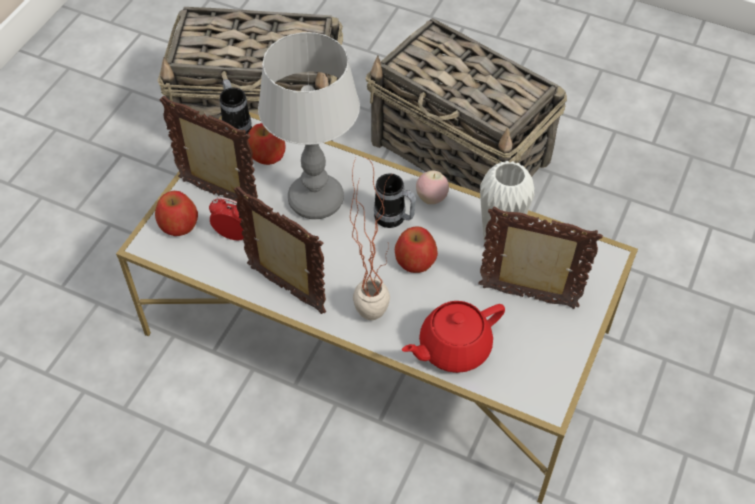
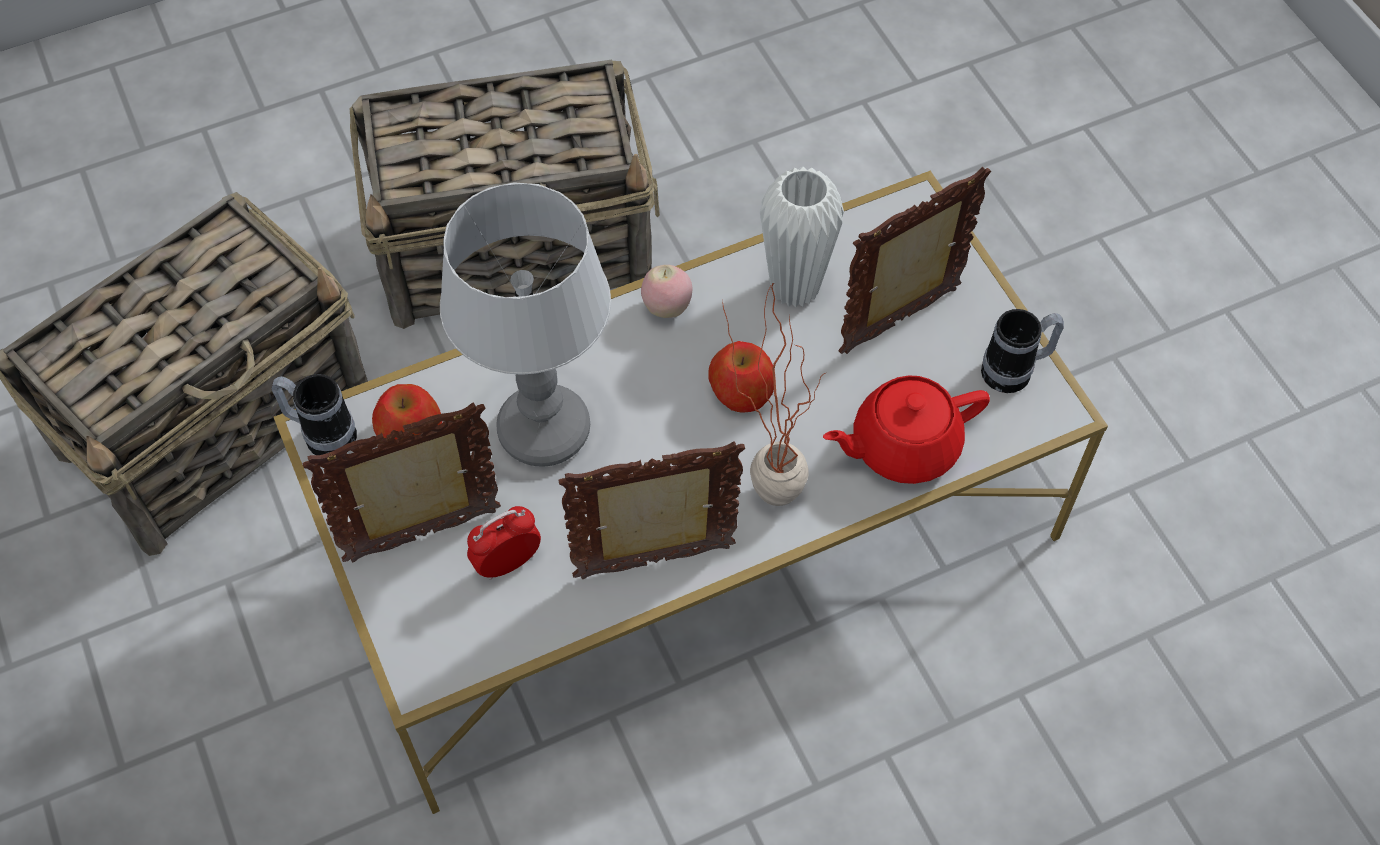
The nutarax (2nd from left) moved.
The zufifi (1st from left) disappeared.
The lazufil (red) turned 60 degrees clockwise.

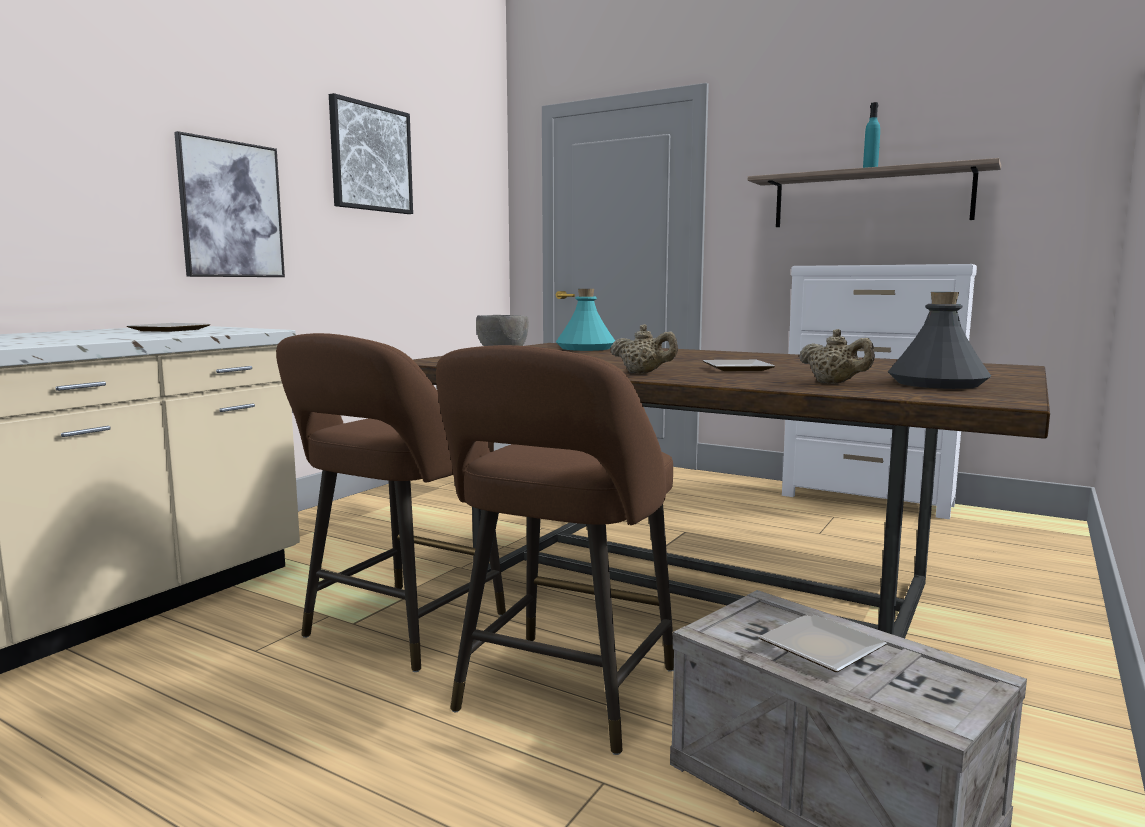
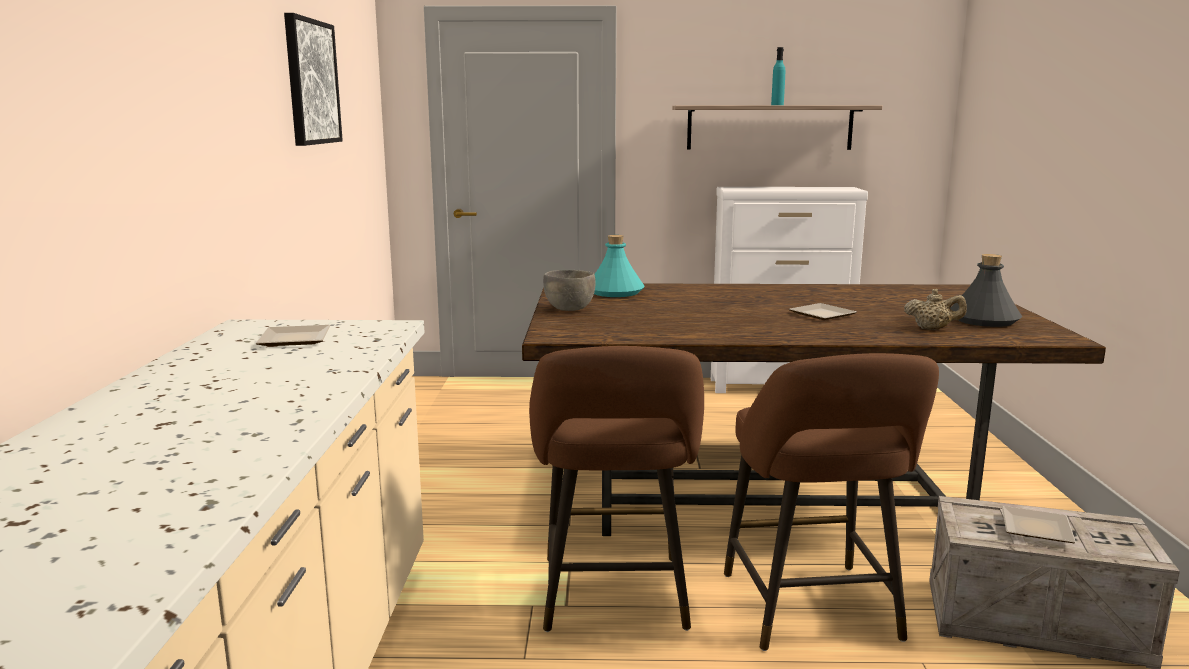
The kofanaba (1st from left) disappeared.
The lazufil (beige) (1st from left) disappeared.

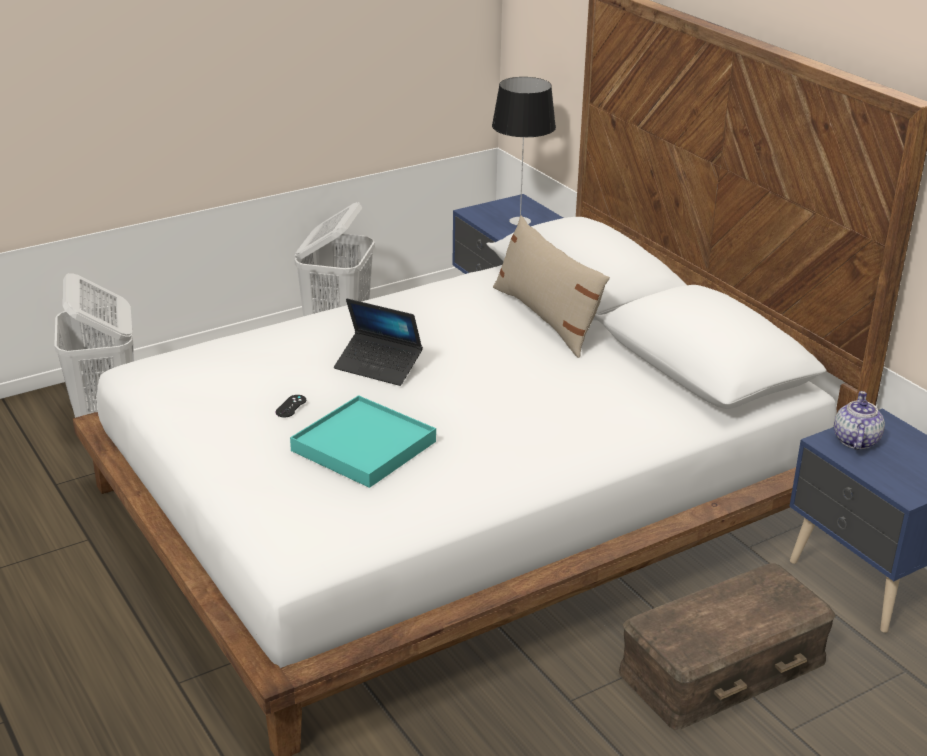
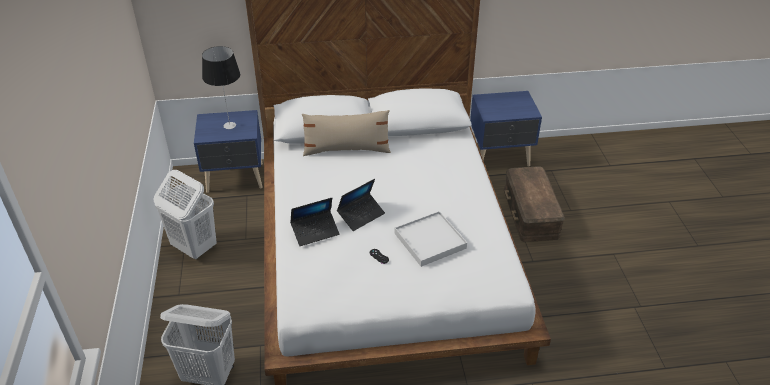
The lazufil disappeared.
The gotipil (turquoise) became the gotipil (white).
The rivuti (1st from left) appeared.

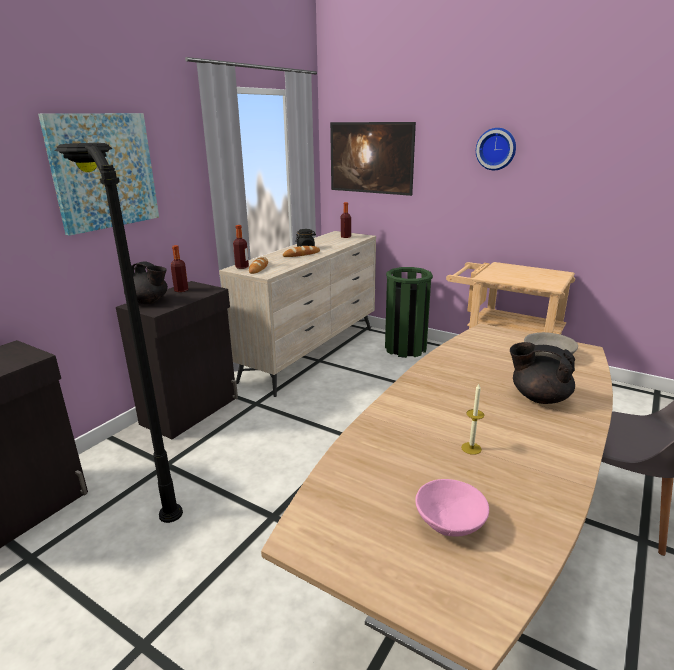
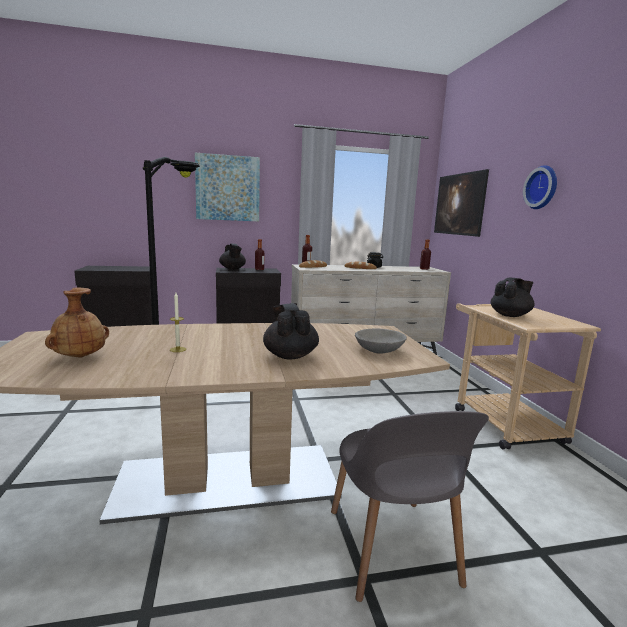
The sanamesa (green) disappeared.
The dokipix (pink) was replaced by the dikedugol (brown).
The lazufil (black) (3rd from left) appeared.

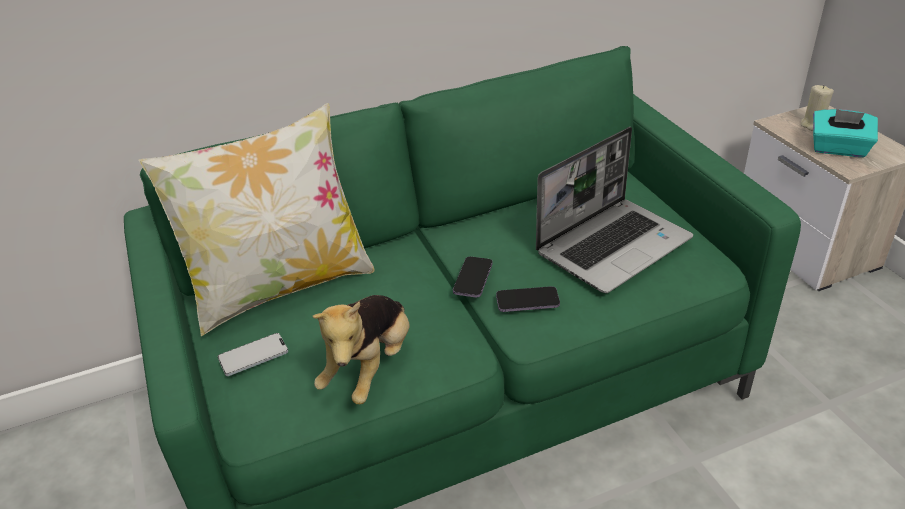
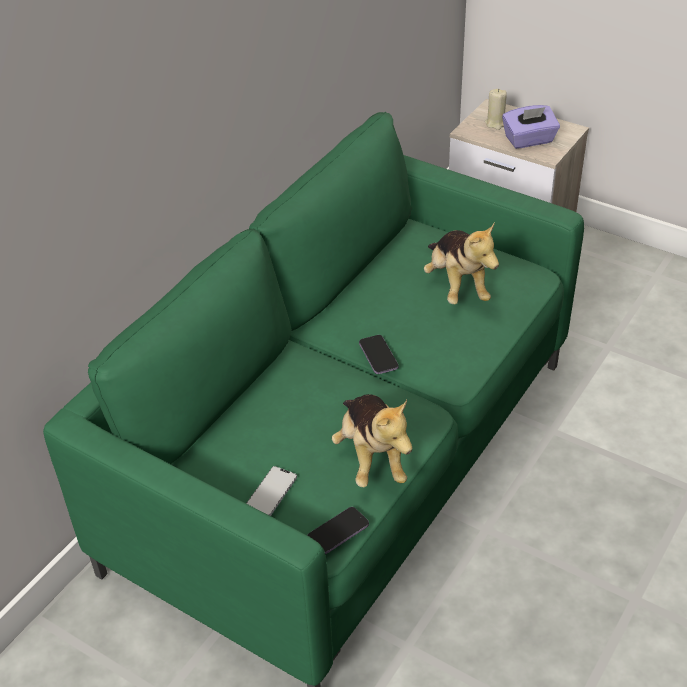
The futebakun disappeared.
The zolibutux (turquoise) became the zolibutux (purple).
The rivuti was replaced by the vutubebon (2nd from left).
The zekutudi (3rd from left in the first image) moved.

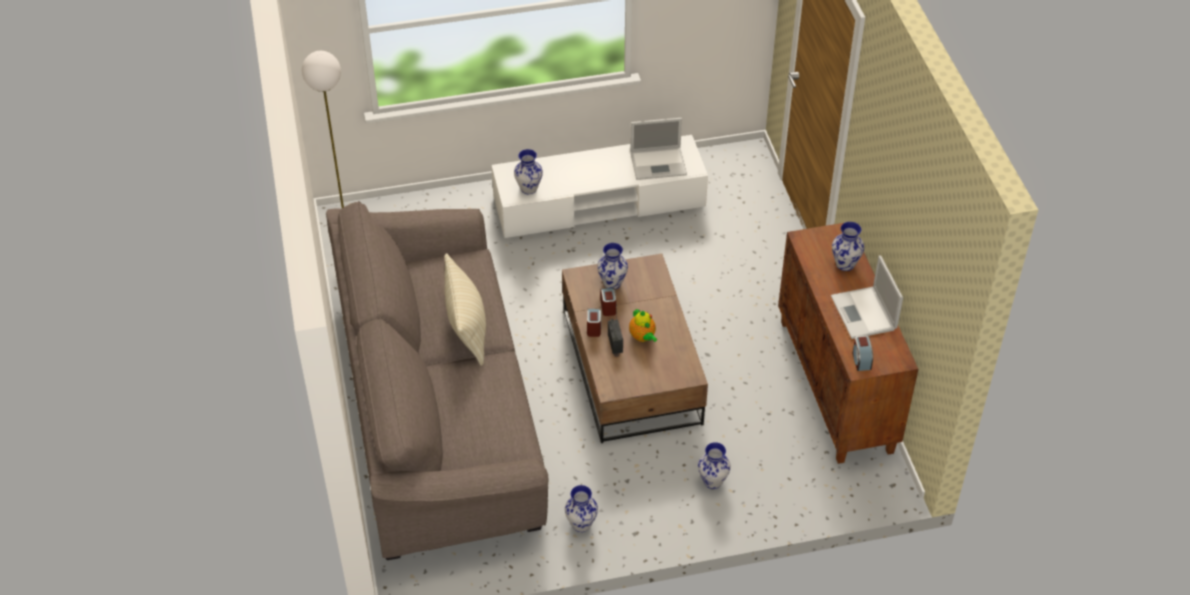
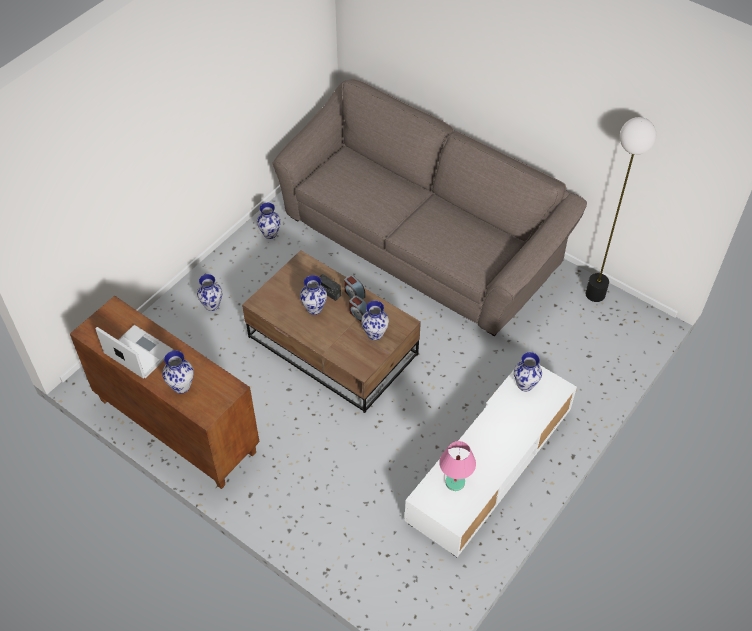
The rivuti (1st from left) was replaced by the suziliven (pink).
The futebakun (beige) disappeared.
The lazufil was replaced by the dikedugol (4th from left).
The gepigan (3rd from left) disappeared.

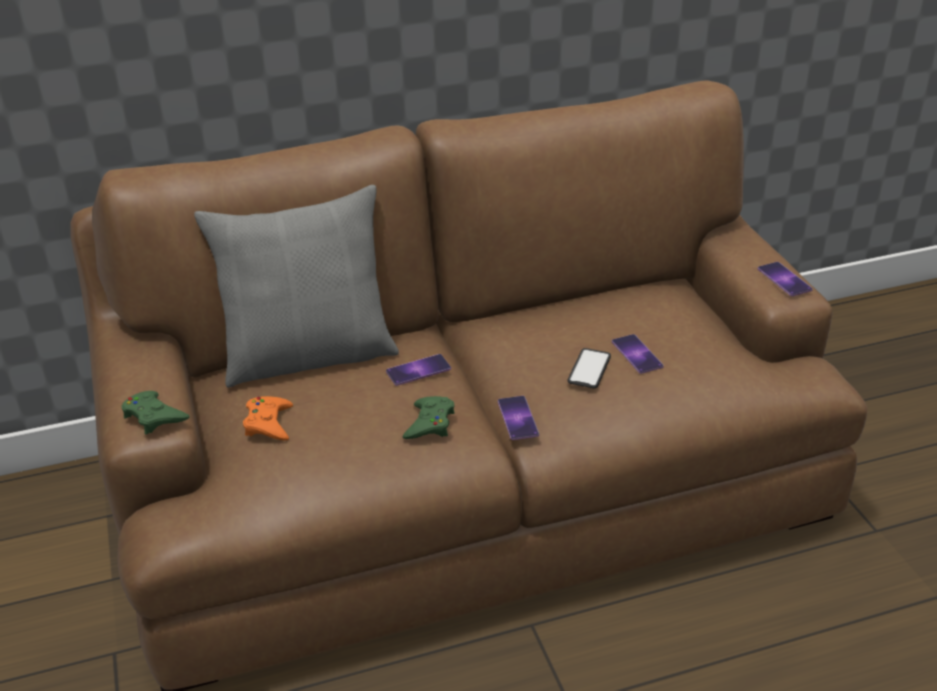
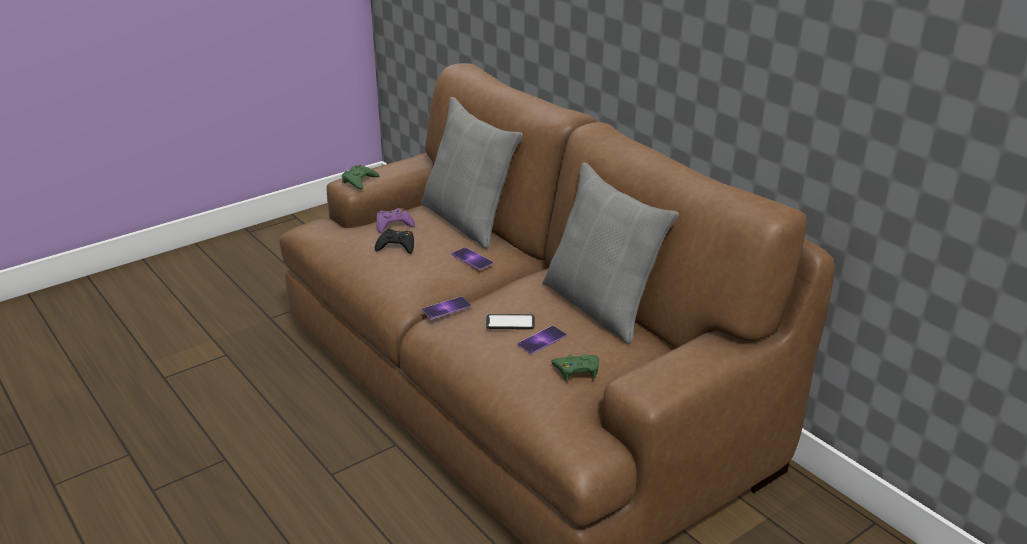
The zekutudi (5th from left) disappeared.
The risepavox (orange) became the risepavox (purple).
The risepavox (green) (2nd from left) moved.
The futebakun (grey) (2nd from left) appeared.
The risepavox (black) appeared.

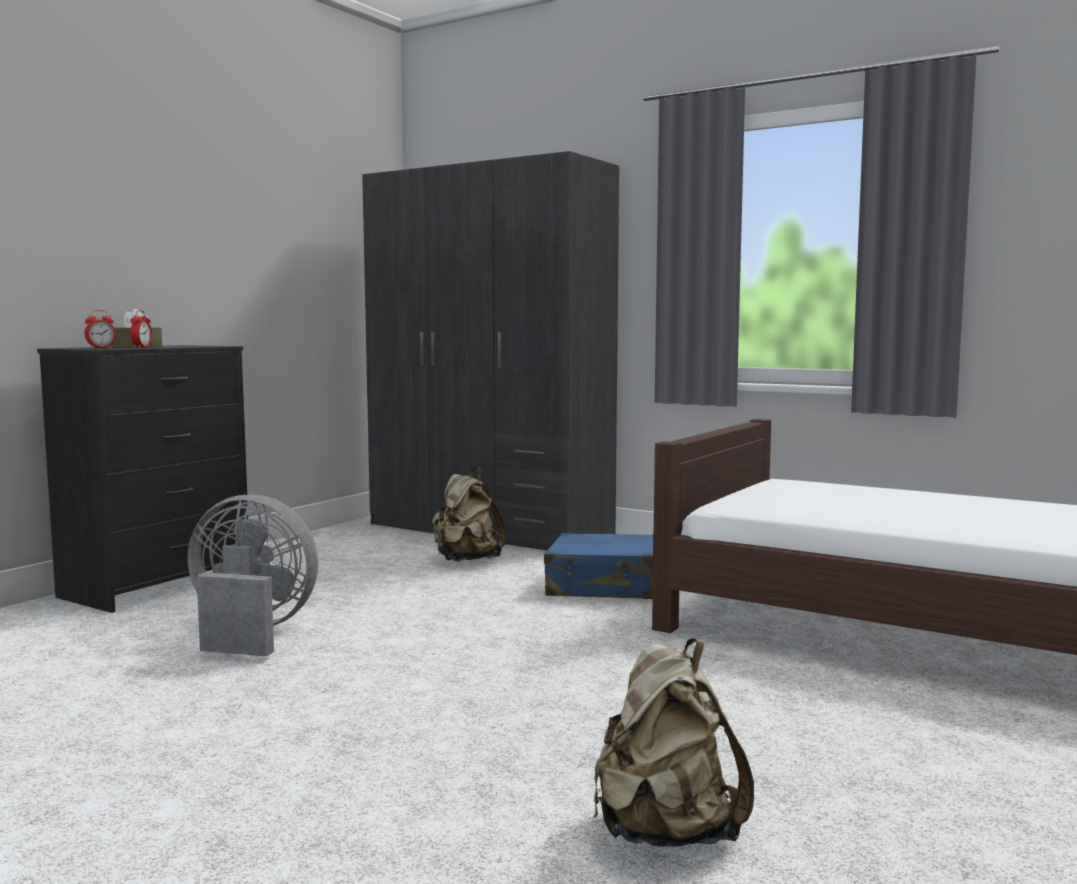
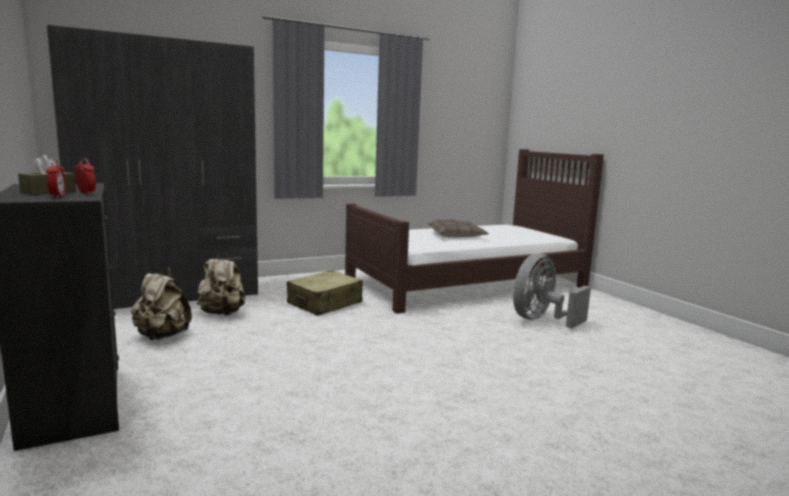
The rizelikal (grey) moved.
The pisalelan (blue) became the pisalelan (beige).
The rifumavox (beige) (2nd from left in the first image) moved.
The futebakun appeared.

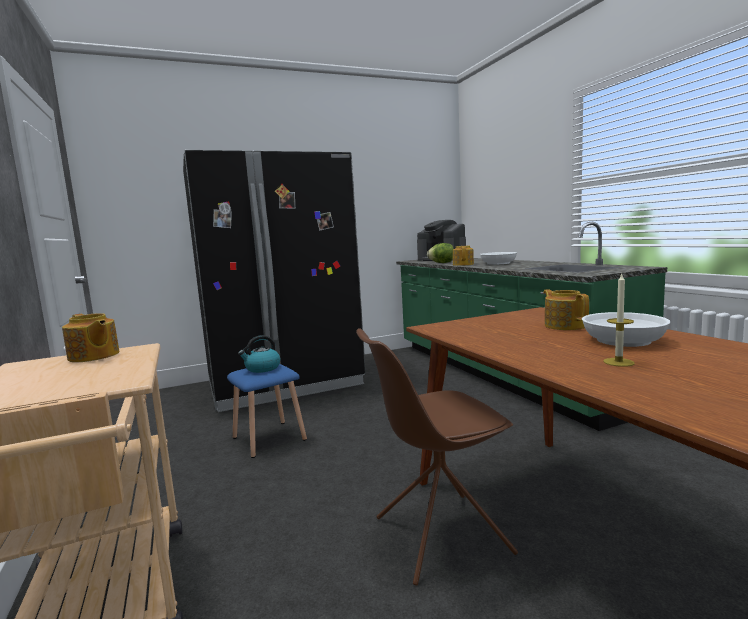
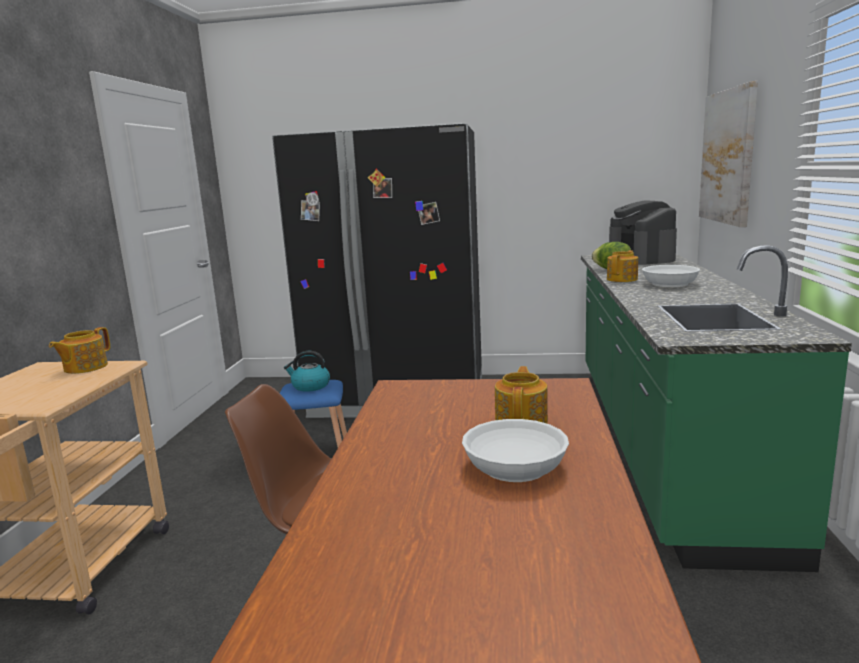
The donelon disappeared.
The lazufil (1st from left) turned 45 degrees clockwise.
The kofanaba appeared.

